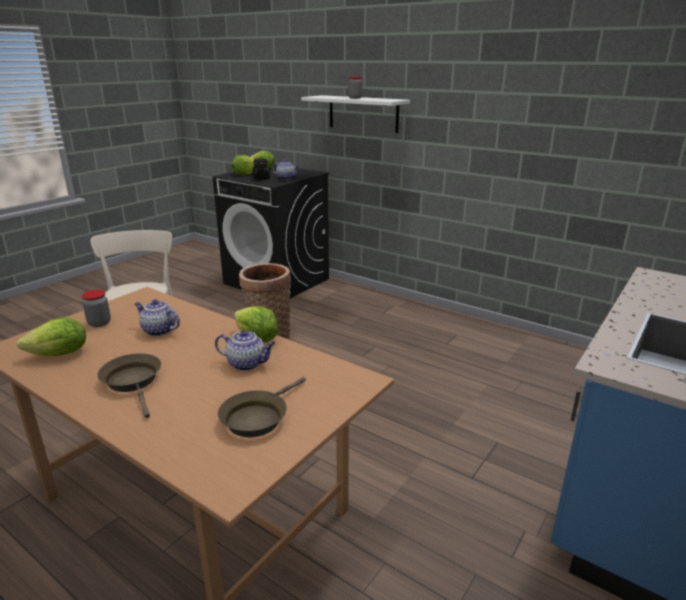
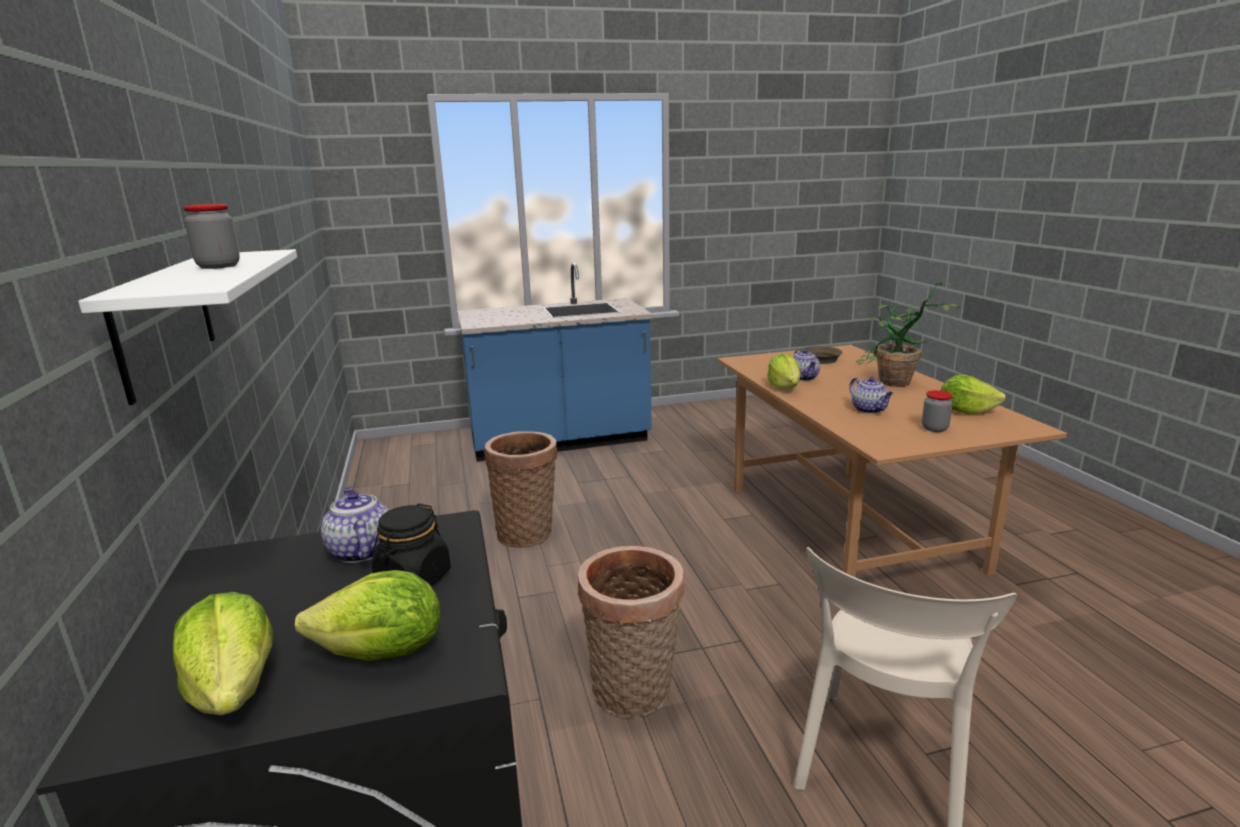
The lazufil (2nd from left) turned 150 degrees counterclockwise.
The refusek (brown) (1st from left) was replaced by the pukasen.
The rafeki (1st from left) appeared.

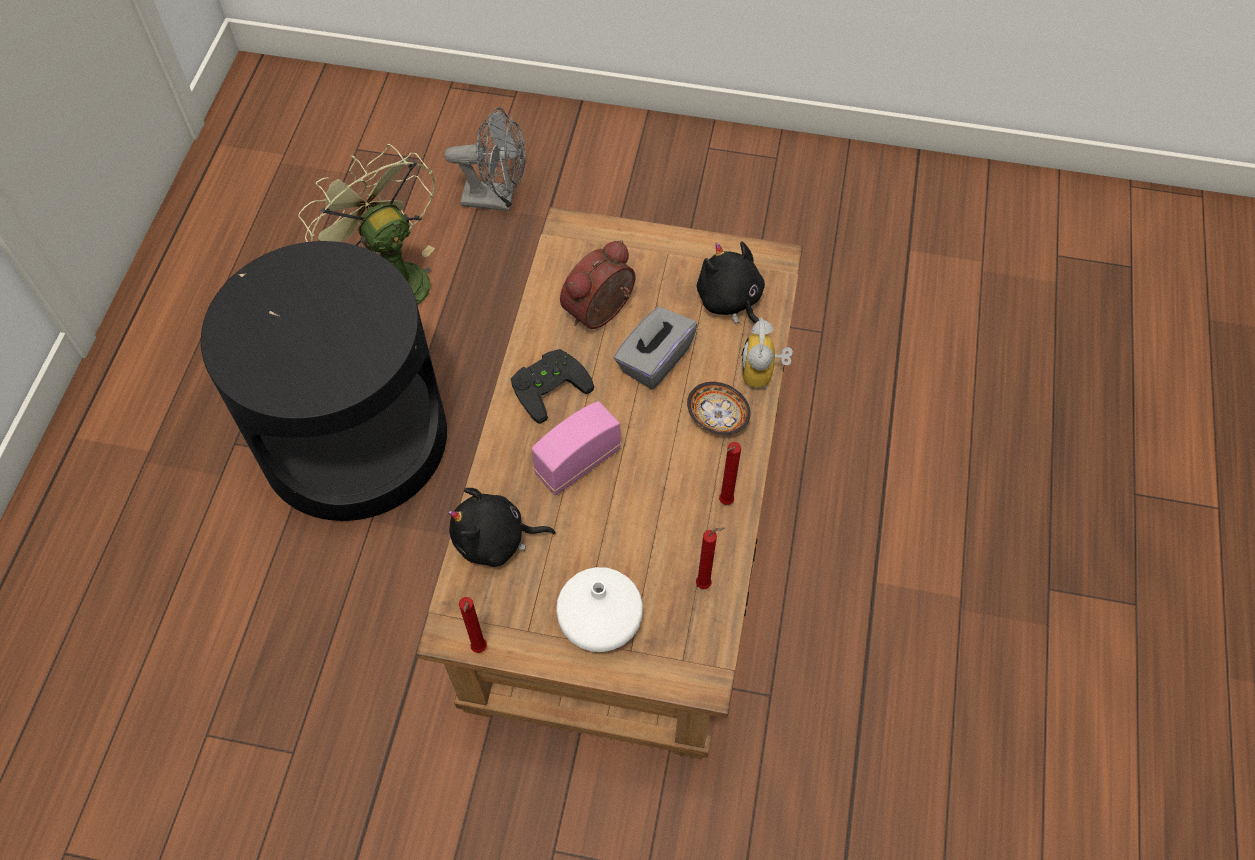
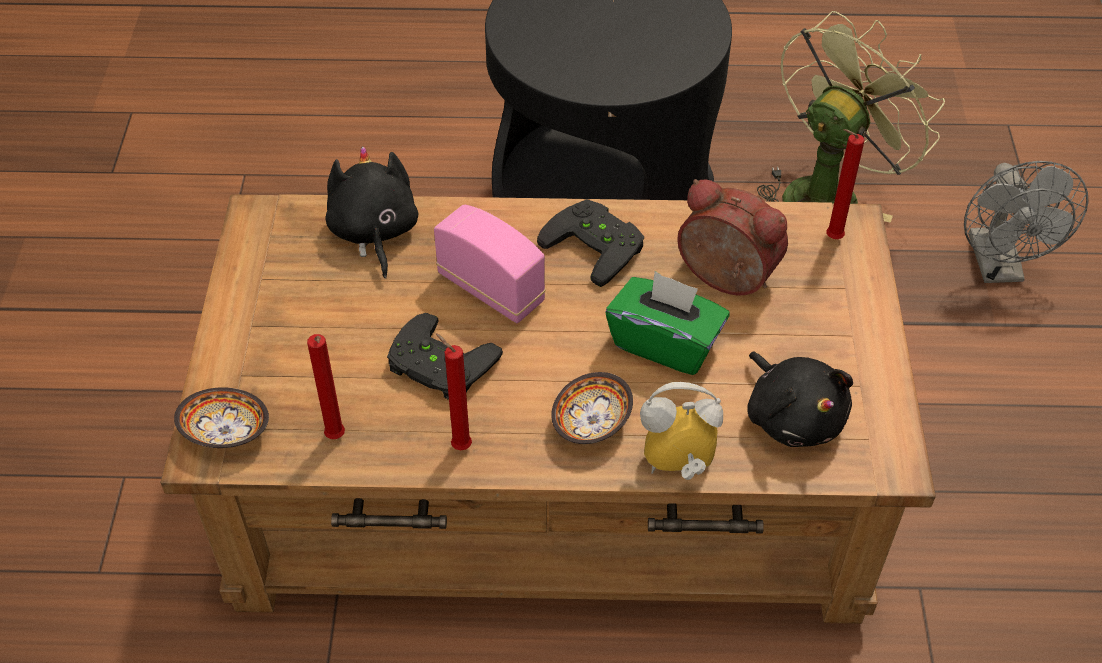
The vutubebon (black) (2nd from left) turned 105 degrees clockwise.
The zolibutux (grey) became the zolibutux (green).
The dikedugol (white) disappeared.
The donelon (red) (1st from left in the first image) moved.
The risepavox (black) (1st from left) appeared.
The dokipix (1st from left) appeared.

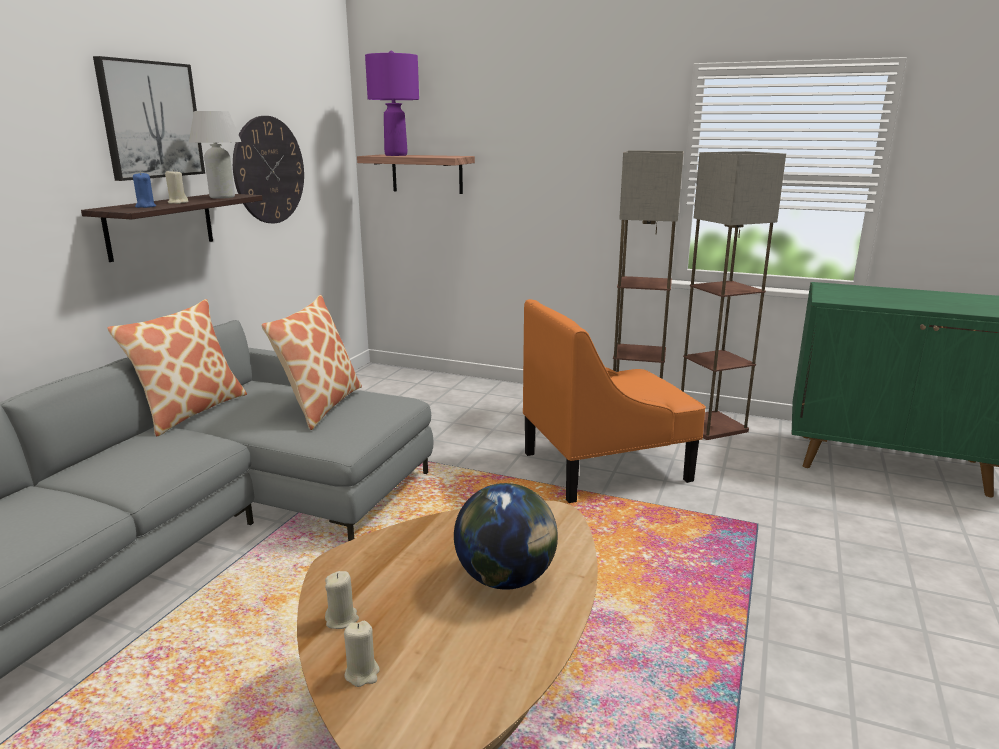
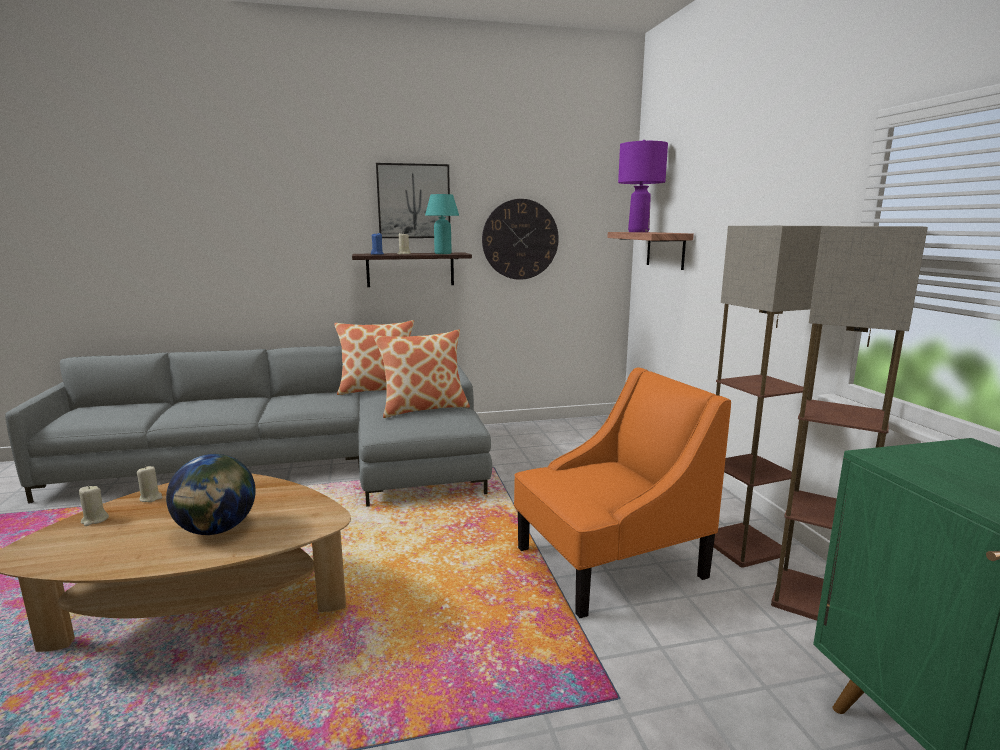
The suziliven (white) became the suziliven (turquoise).
The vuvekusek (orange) turned 120 degrees clockwise.

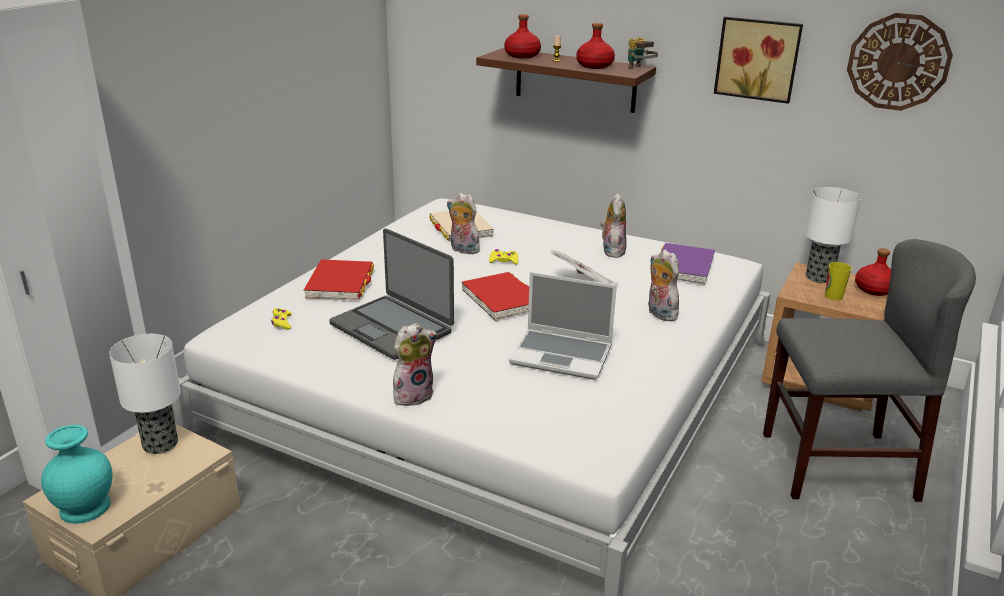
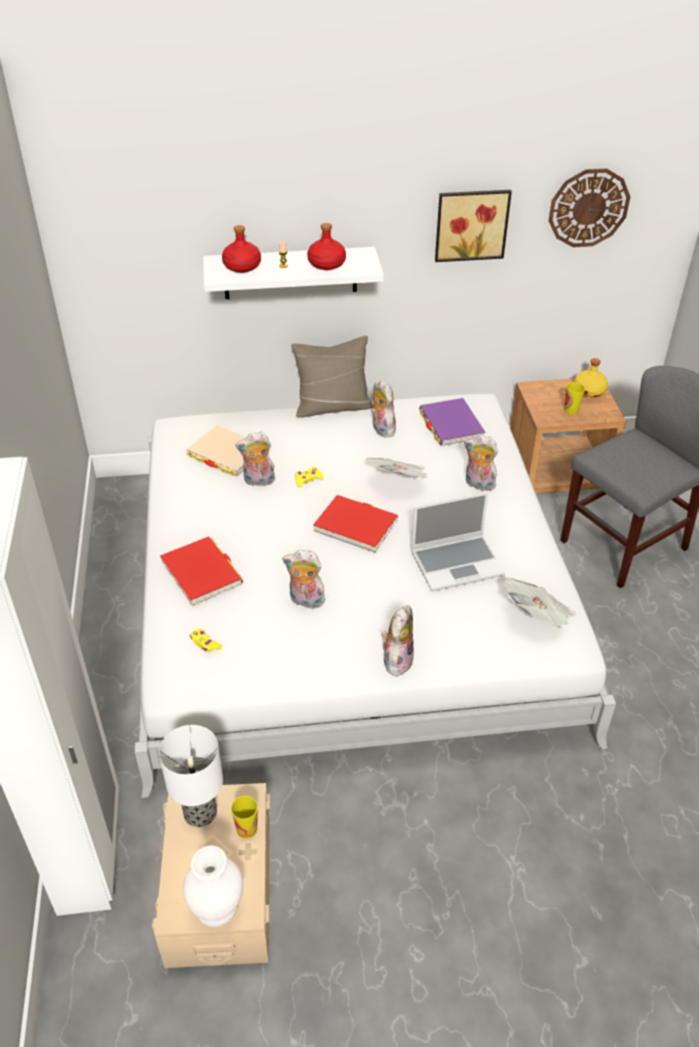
The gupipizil disappeared.
The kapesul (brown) became the kapesul (white).
The suziliven (2nd from left) disappeared.
The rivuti (1st from left) was replaced by the vutubebon (2nd from left).
The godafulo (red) (3rd from left) became the godafulo (yellow).
The dikedugol (turquoise) became the dikedugol (white).
The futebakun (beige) appeared.
The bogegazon (2nd from left) appeared.
The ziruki (1st from left) appeared.

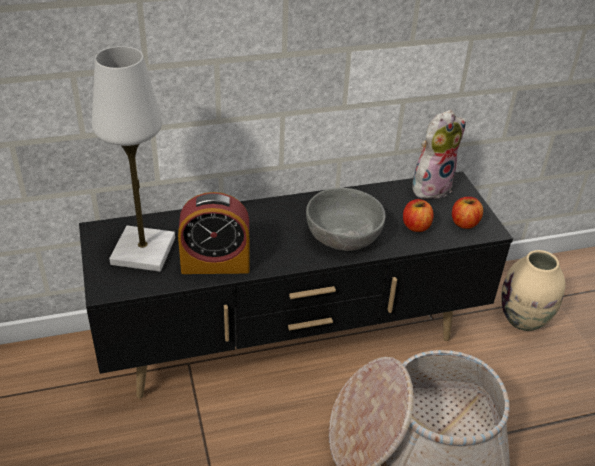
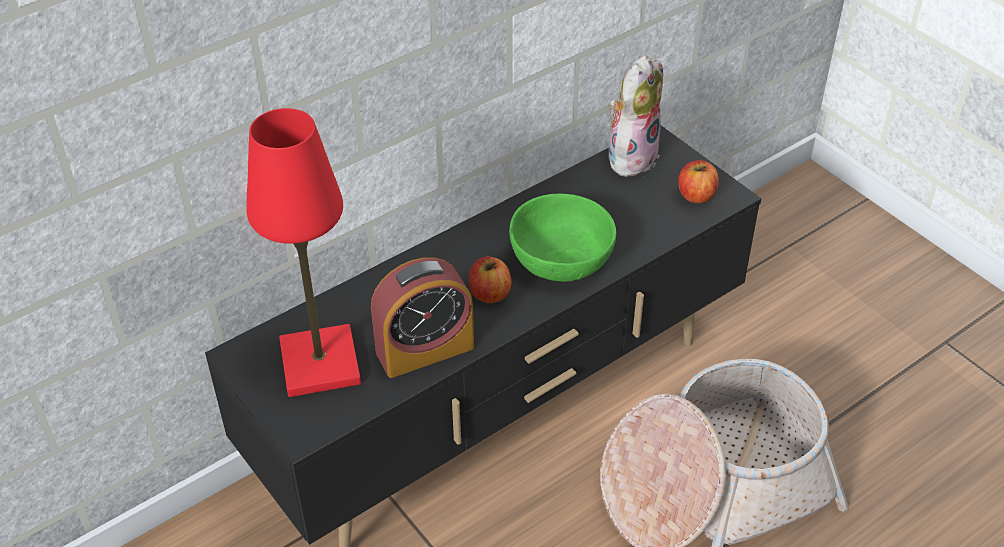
The suziliven (white) became the suziliven (red).
The dokipix (grey) became the dokipix (green).
The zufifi (1st from left) moved.
The dikedugol (beige) disappeared.

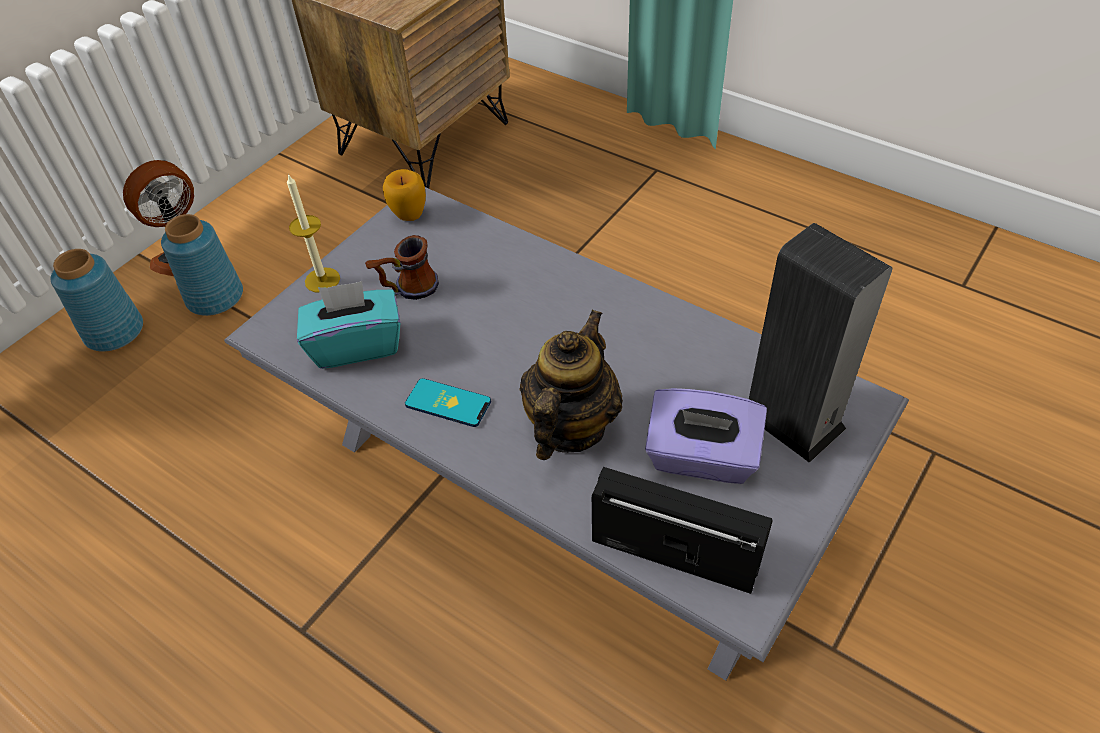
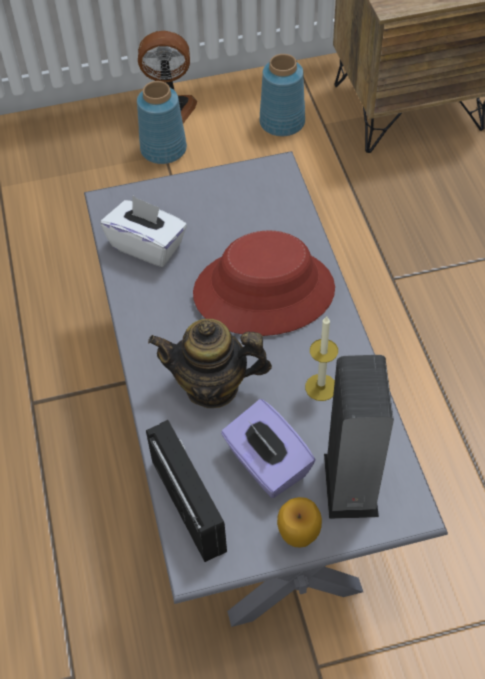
The zufifi moved.
The donelon moved.
The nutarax disappeared.
The dikedugol (blue) (1st from left in the first image) moved.
The zolibutux (turquoise) became the zolibutux (white).
The lazufil turned 150 degrees counterclockwise.
The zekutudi disappeared.
The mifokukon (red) appeared.

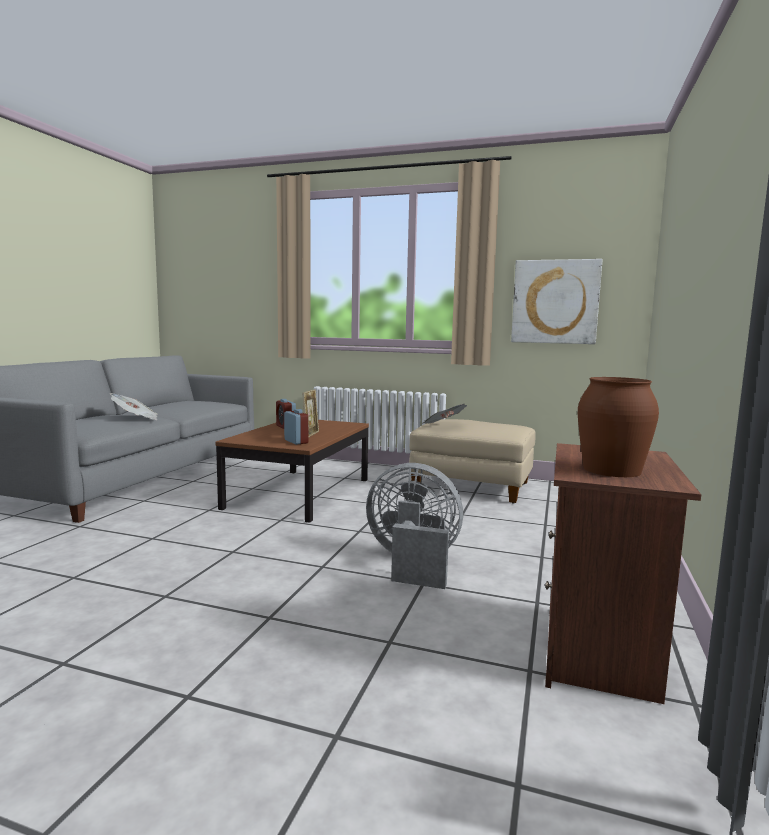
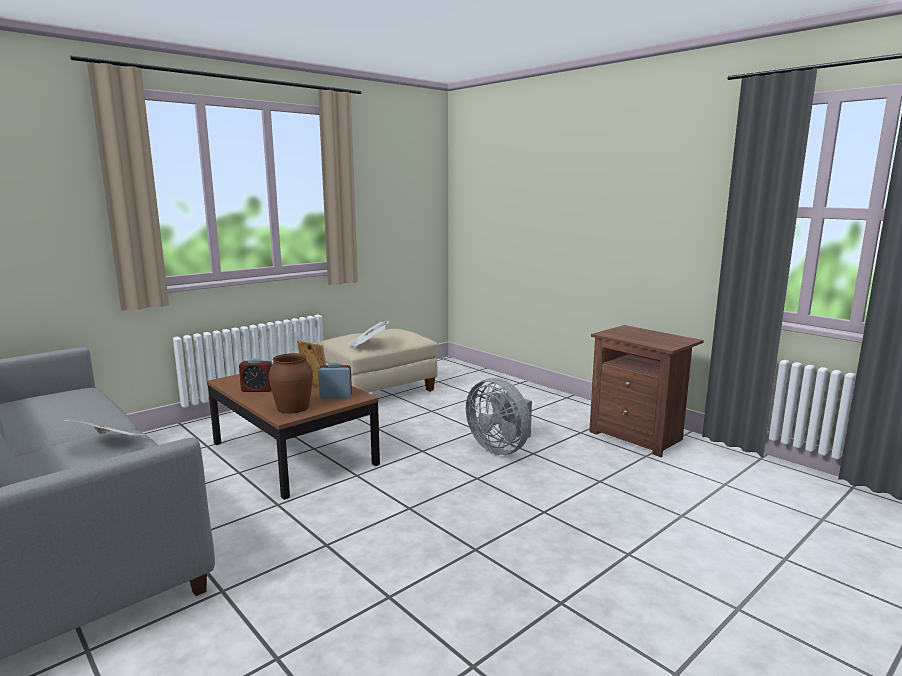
The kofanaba disappeared.
The dikedugol (brown) moved.
The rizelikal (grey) turned 90 degrees counterclockwise.

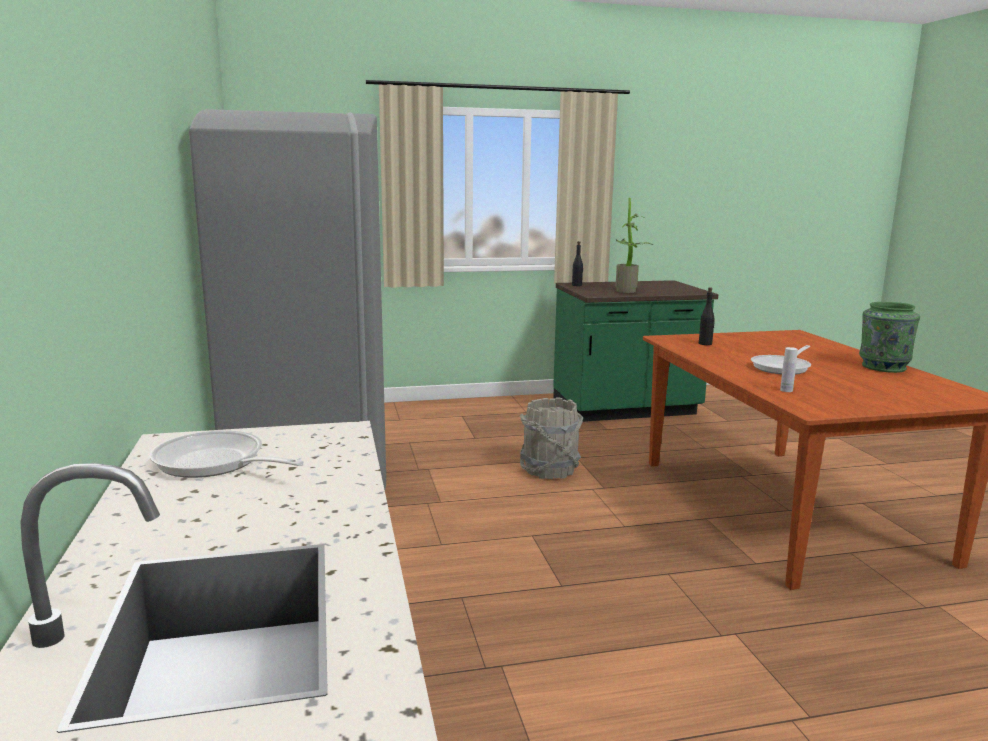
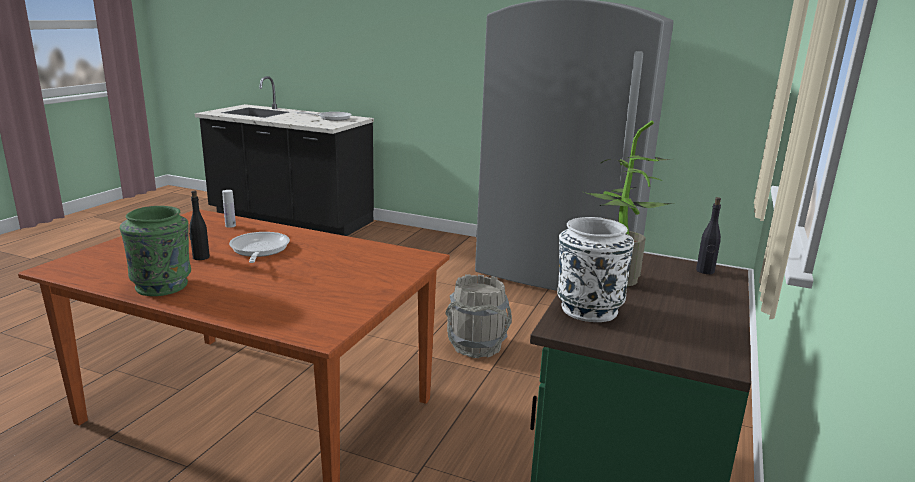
The godafulo (black) (2nd from left in the first image) moved.
The dikedugol (white) appeared.

